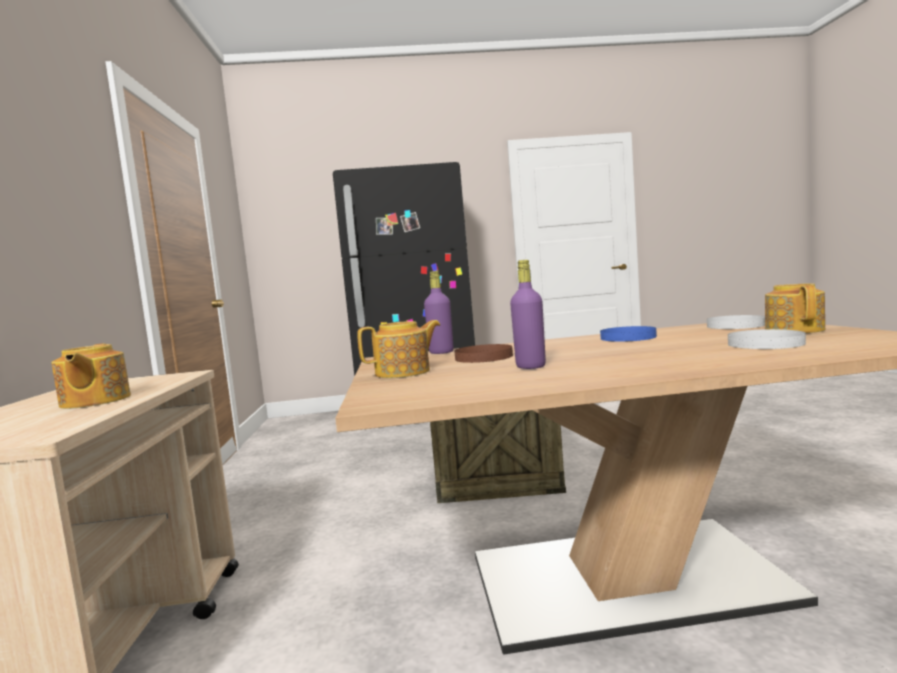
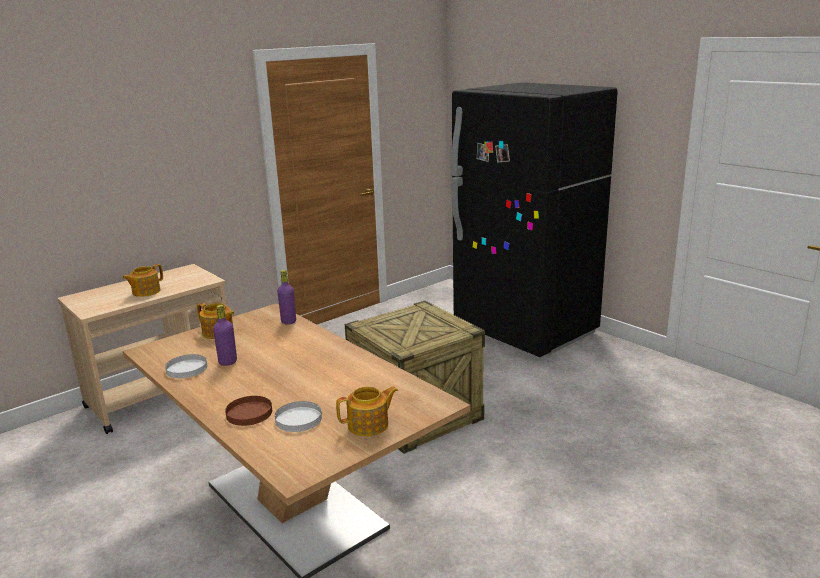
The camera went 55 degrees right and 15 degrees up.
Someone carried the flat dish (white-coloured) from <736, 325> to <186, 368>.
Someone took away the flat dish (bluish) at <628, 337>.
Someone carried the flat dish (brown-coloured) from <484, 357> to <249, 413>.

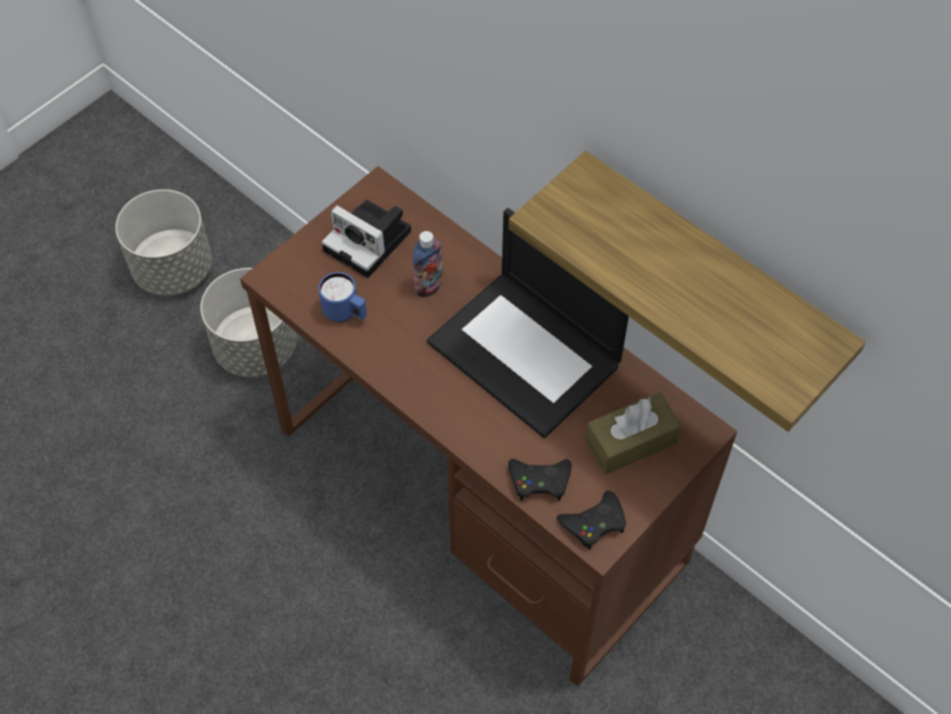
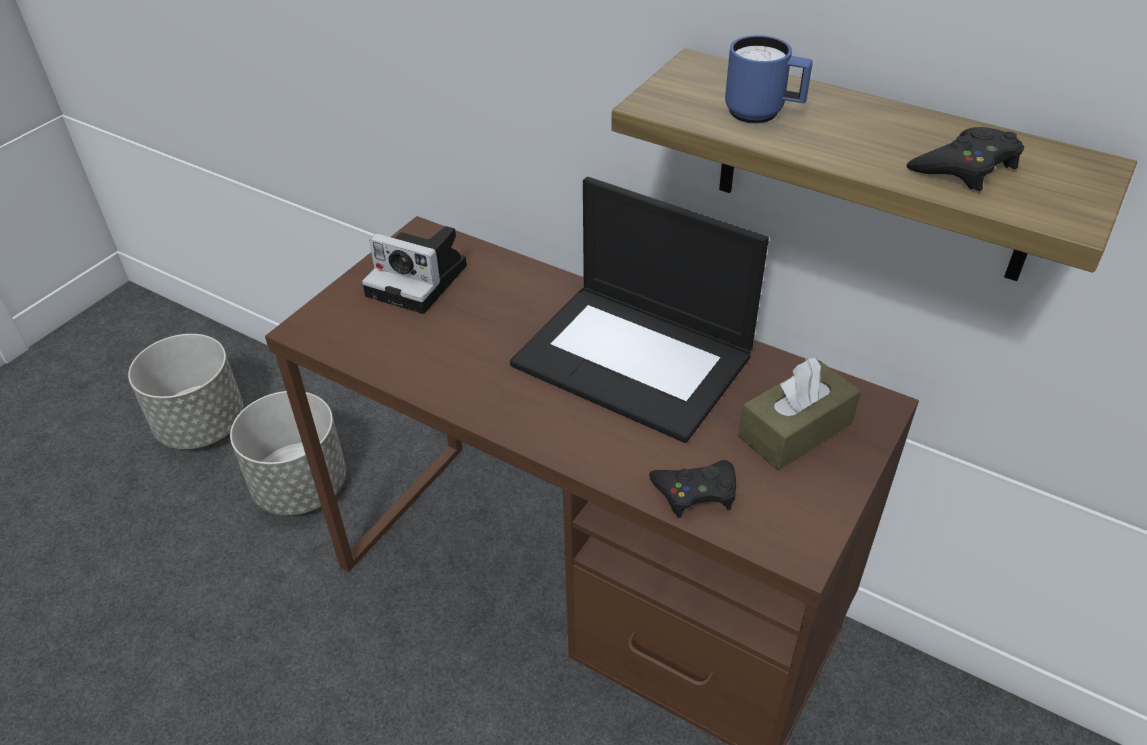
The camera went 10 degrees left and 15 degrees down.
Someone took away the beverage bottle at <428, 286>.
Someone carried the coffee mug (bluish) from <345, 313> to <763, 114>.
Someone carried the game controller (blackish) from <594, 523> to <965, 167>.

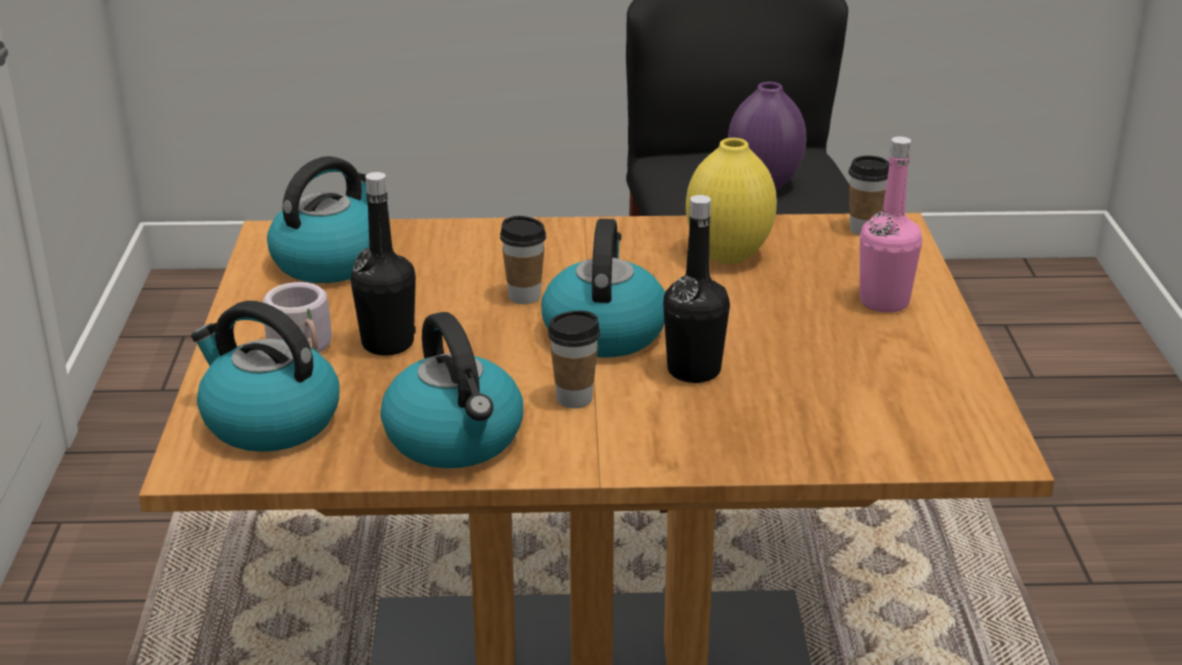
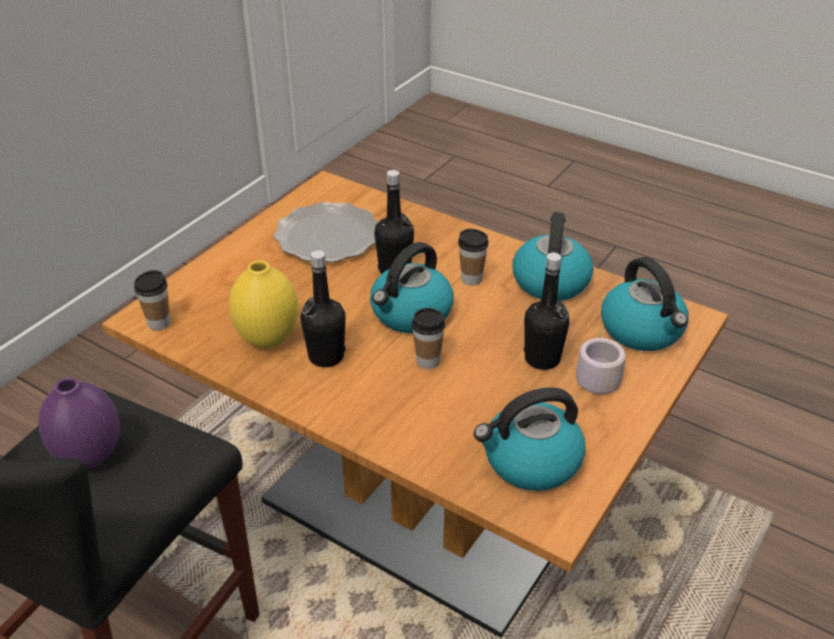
The camera went 145 degrees left and 10 degrees up.
Someone took away the beverage bottle (pinkish) at <884, 302>.
Someone put down the flat dish at <328, 237>.
Someone put down the beverage bottle (blackish) at <326, 356>.

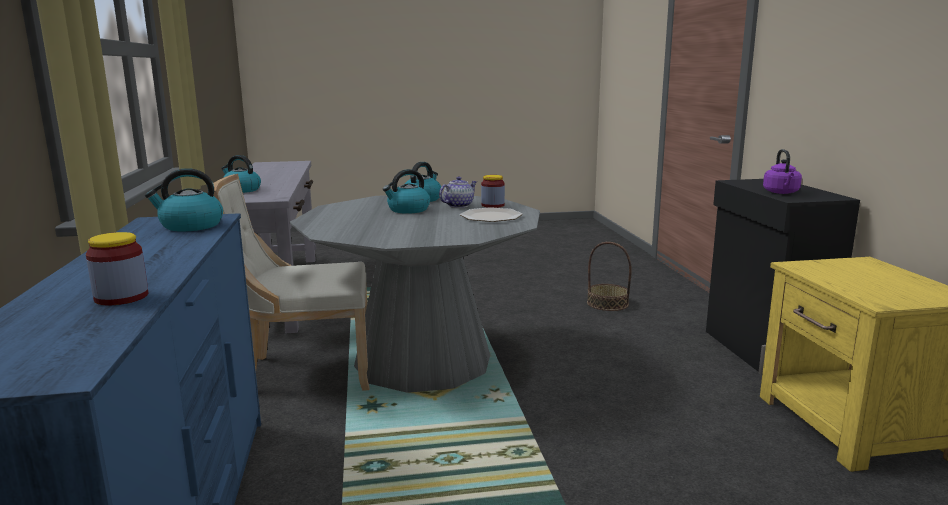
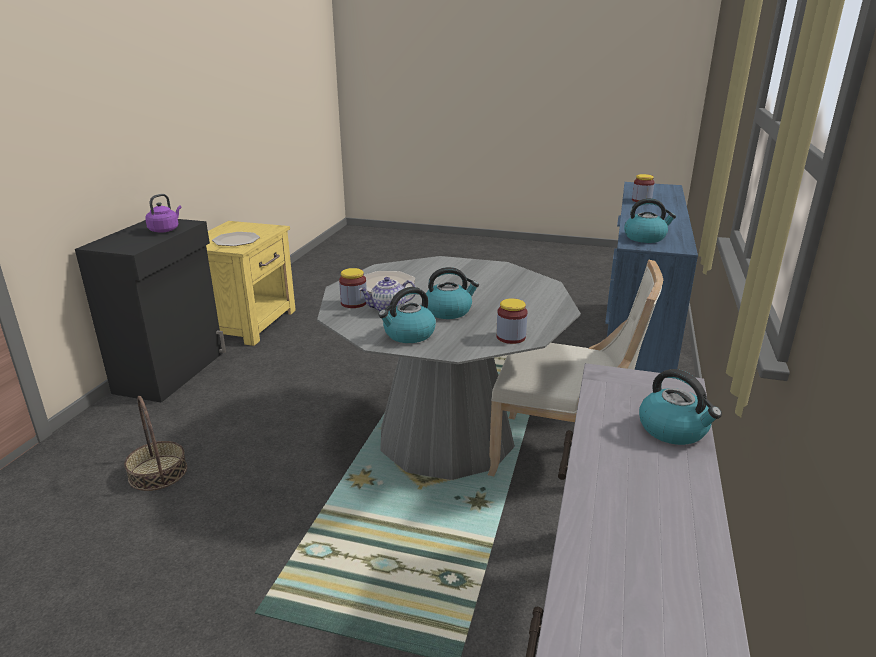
The camera went 155 degrees left and 10 degrees up.
Someone put down the flat dish at <236, 240>.
Someone put down the jar at <511, 337>.

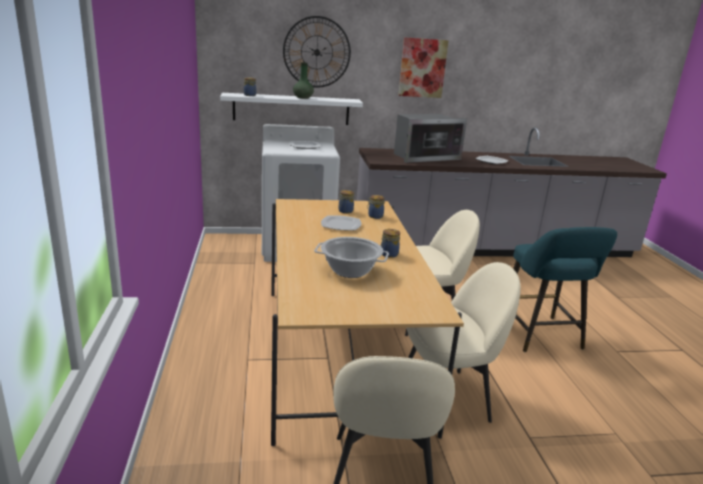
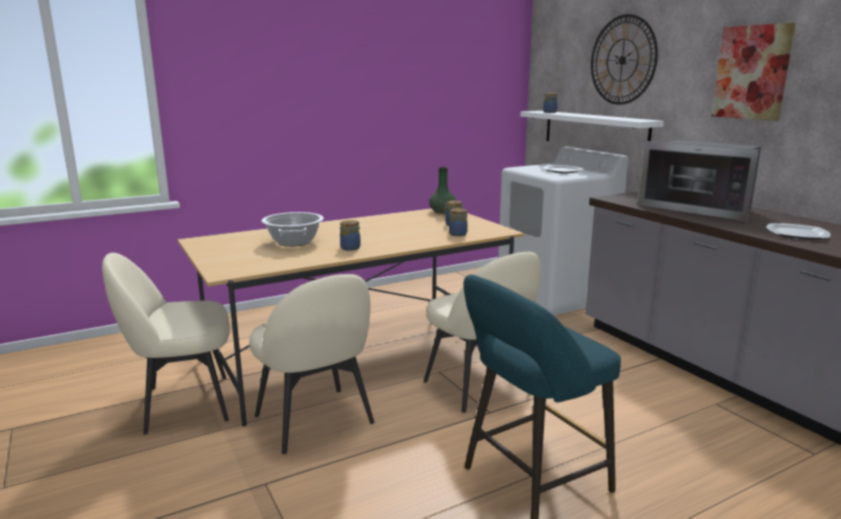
The camera went 70 degrees right and 5 degrees down.
Someone carried the decorative vase (greenish) from <303, 97> to <442, 212>.
Someone took away the flat dish at <340, 225>.

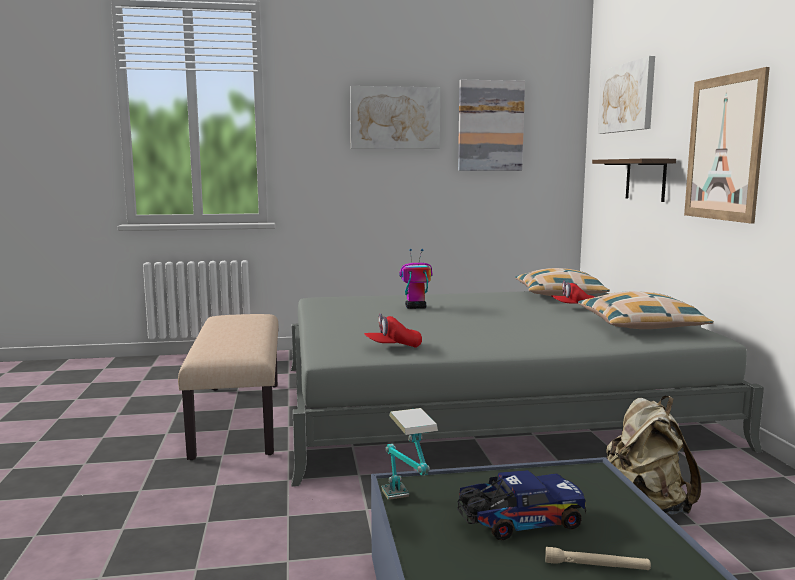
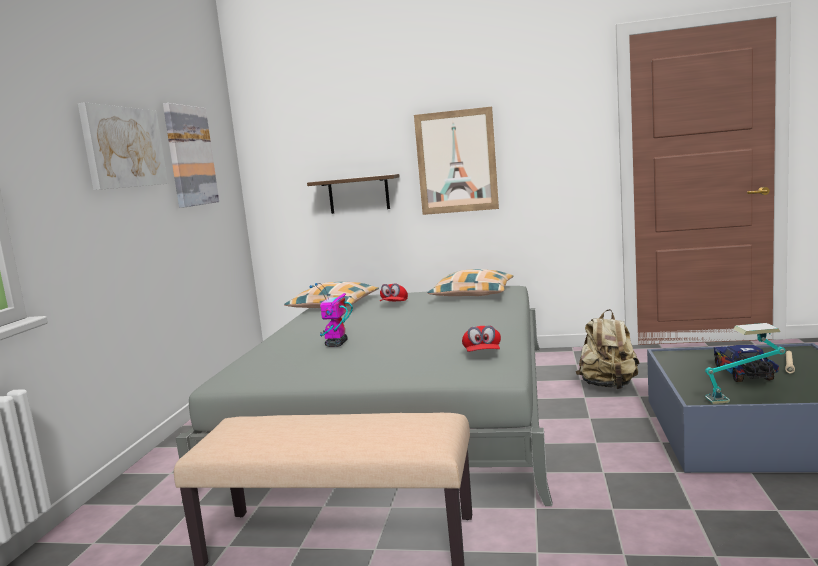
The camera went 70 degrees left and 0 degrees up.
Someone took away the picture at <627, 97>.

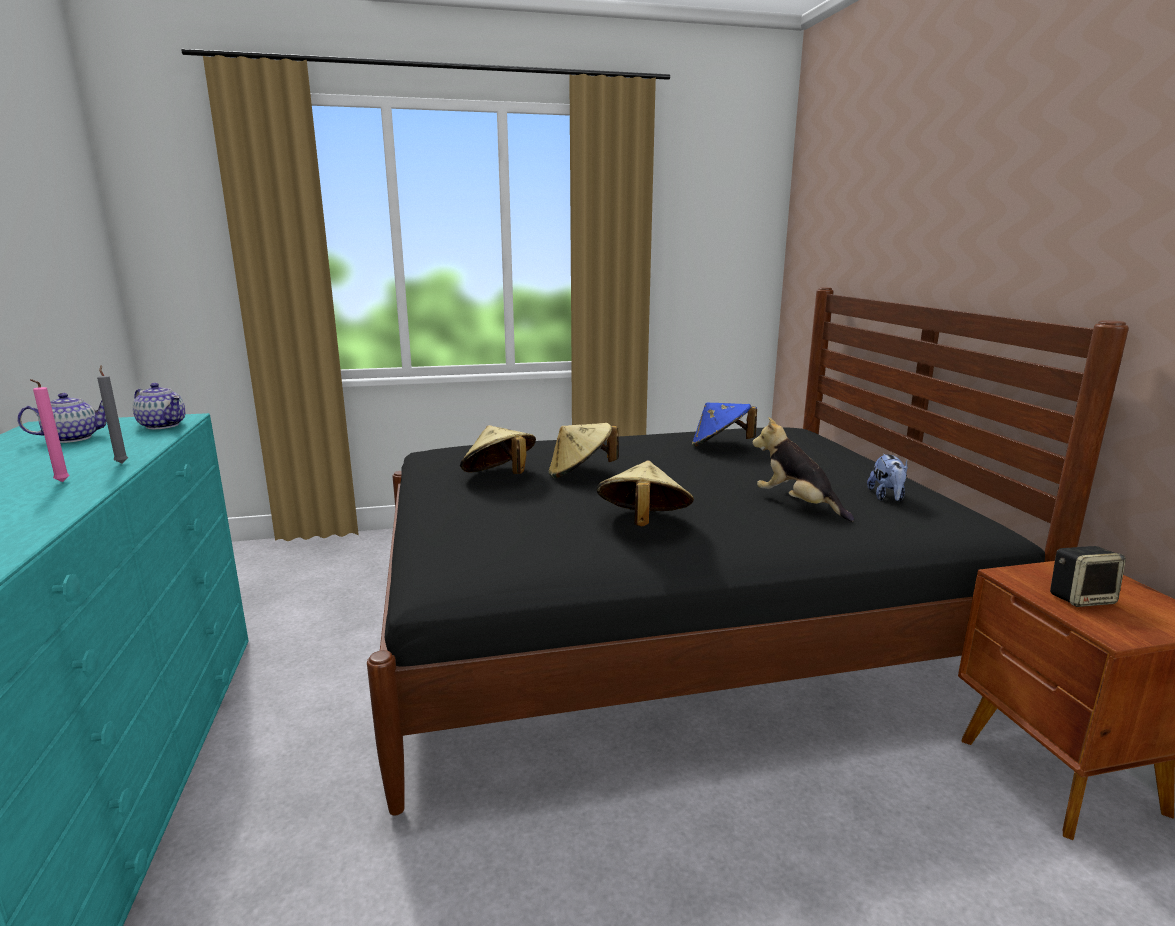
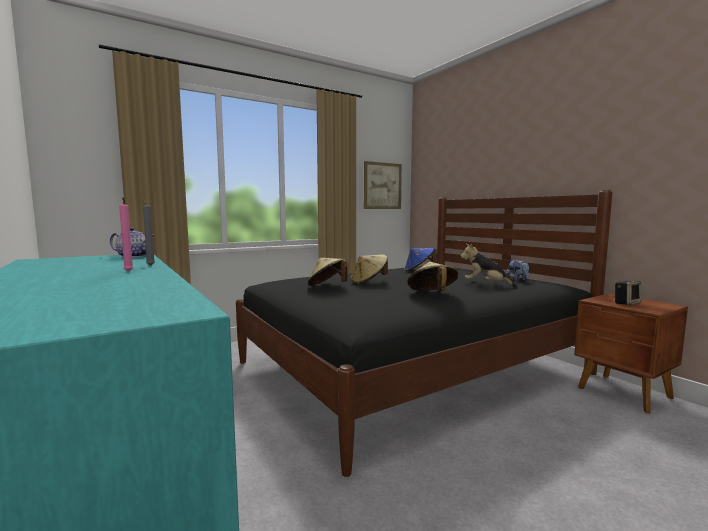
The camera went 20 degrees left and 10 degrees down.
Someone took away the pot for tea at <72, 438>.
Someone put up the picture at <382, 186>.

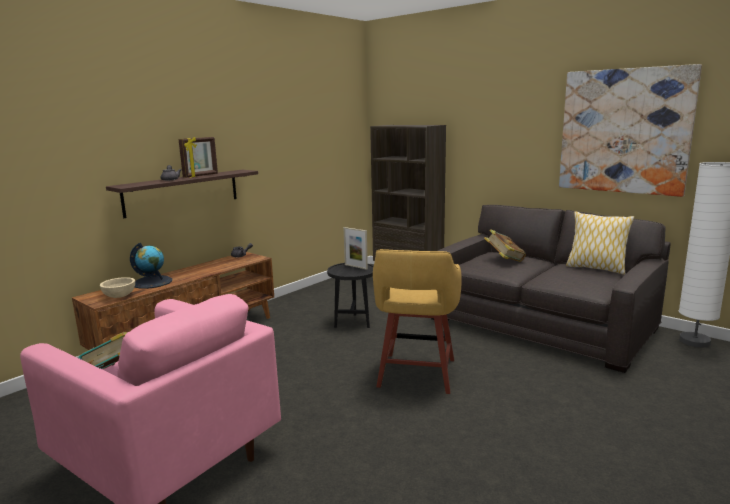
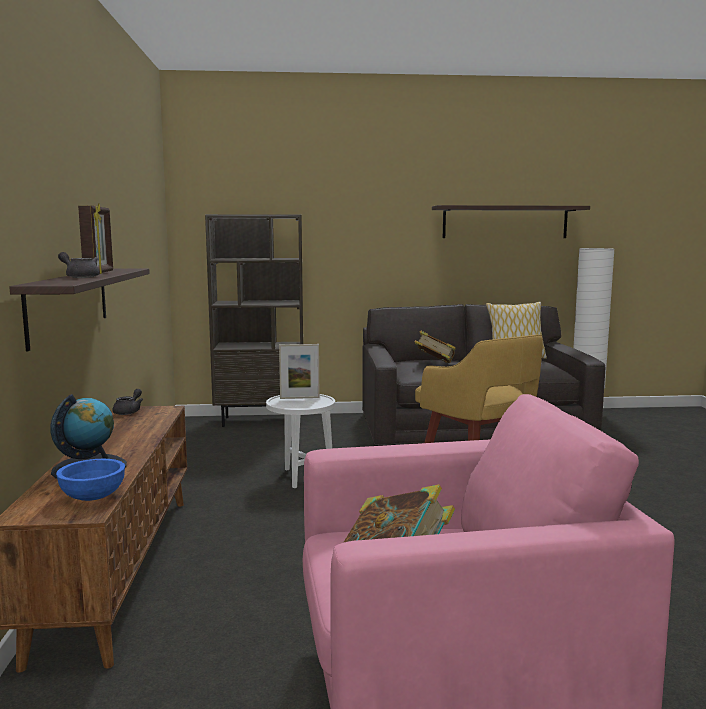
The camera went 45 degrees left and 5 degrees down.
Someone swapped the picture at <624, 131> for the wall shelf at <505, 222>.
Someone repainted the accent table (blackish) at <353, 321>, which became the accent table (white-coloured) at <301, 476>.
Someone repainted the deep dish (sand-coloured) at <119, 296>, which became the deep dish (bluish) at <92, 497>.

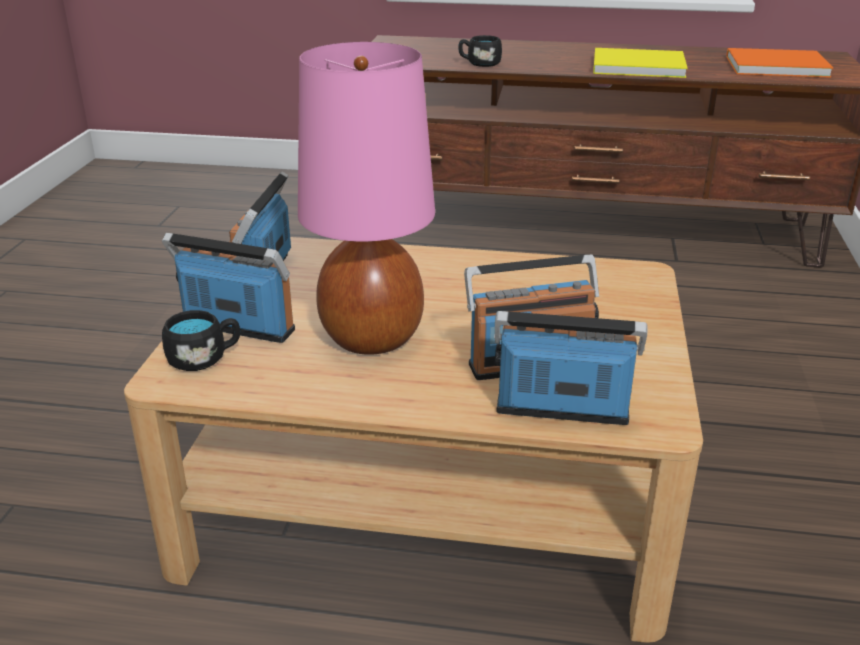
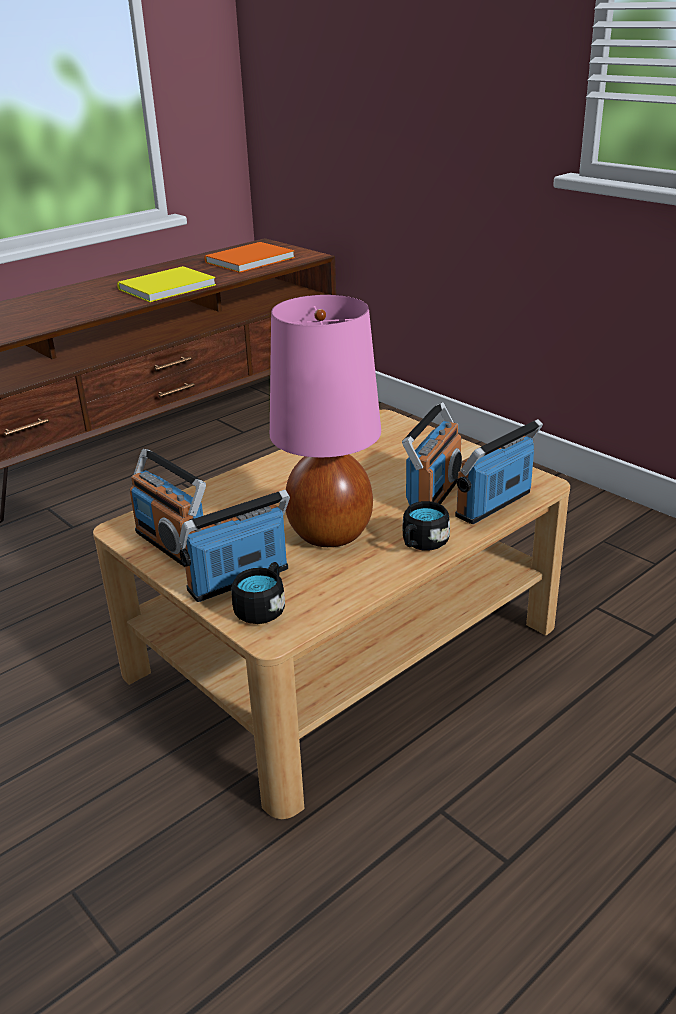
The camera went 50 degrees left and 0 degrees up.
Someone carried the coffee mug (blackish) from <479, 63> to <422, 544>.

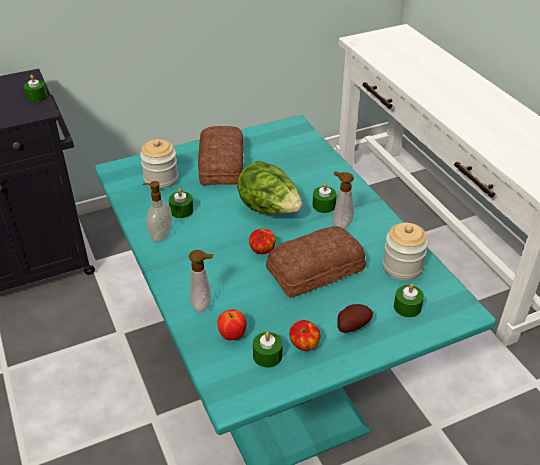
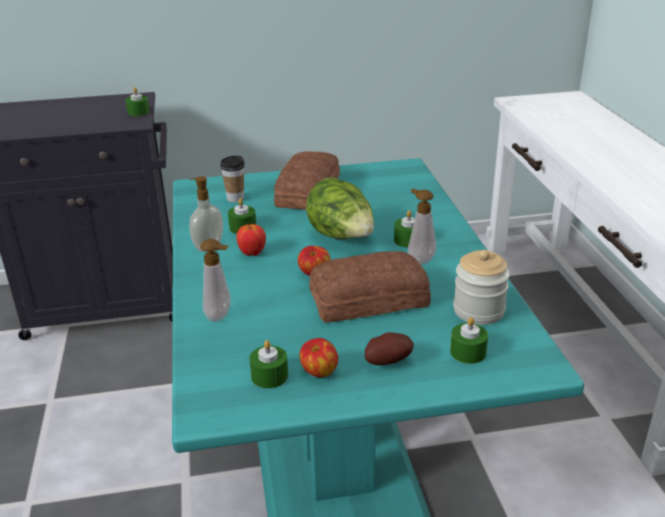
The camera went 15 degrees right and 10 degrees down.
Someone swapped the jar at <161, 179> for the drinking cup at <235, 198>.
Someone carried the apple fruit from <232, 335> to <252, 253>.

